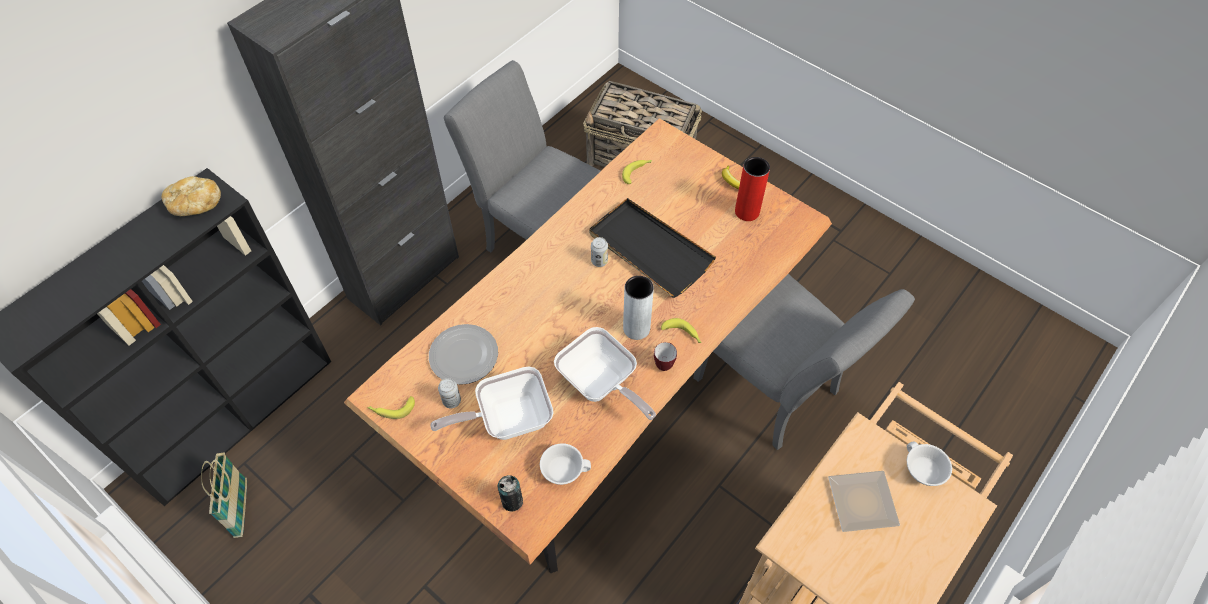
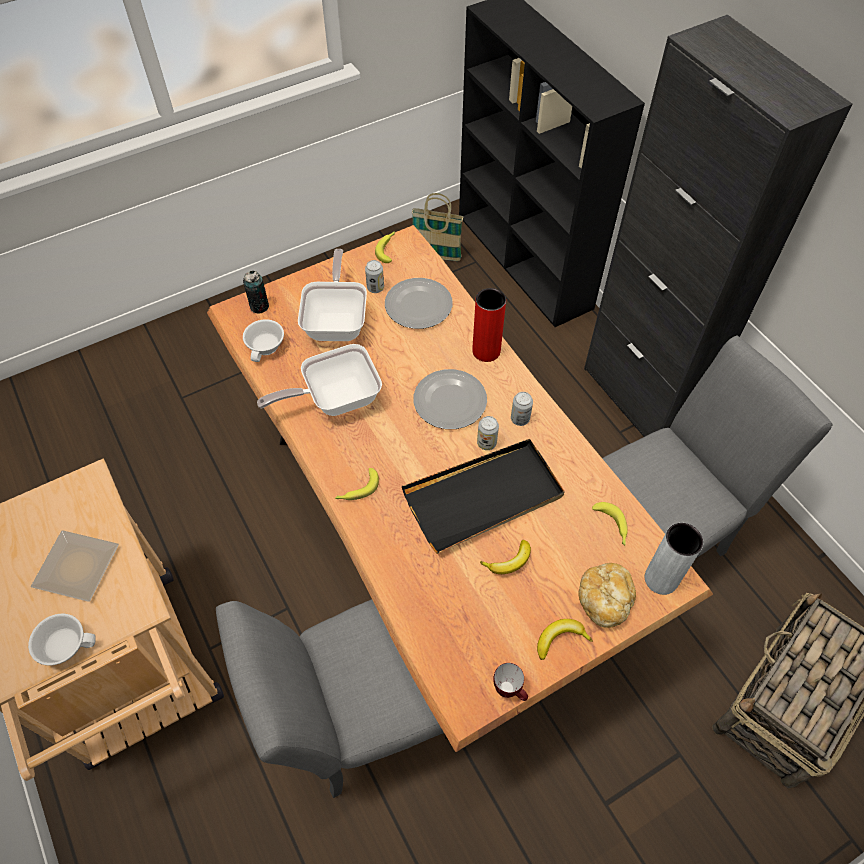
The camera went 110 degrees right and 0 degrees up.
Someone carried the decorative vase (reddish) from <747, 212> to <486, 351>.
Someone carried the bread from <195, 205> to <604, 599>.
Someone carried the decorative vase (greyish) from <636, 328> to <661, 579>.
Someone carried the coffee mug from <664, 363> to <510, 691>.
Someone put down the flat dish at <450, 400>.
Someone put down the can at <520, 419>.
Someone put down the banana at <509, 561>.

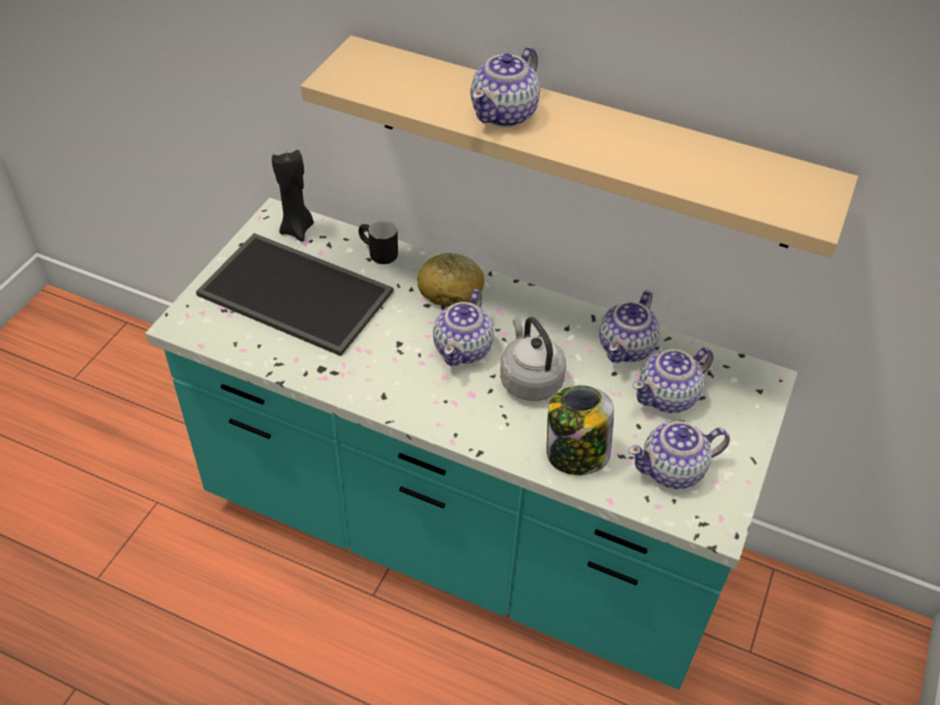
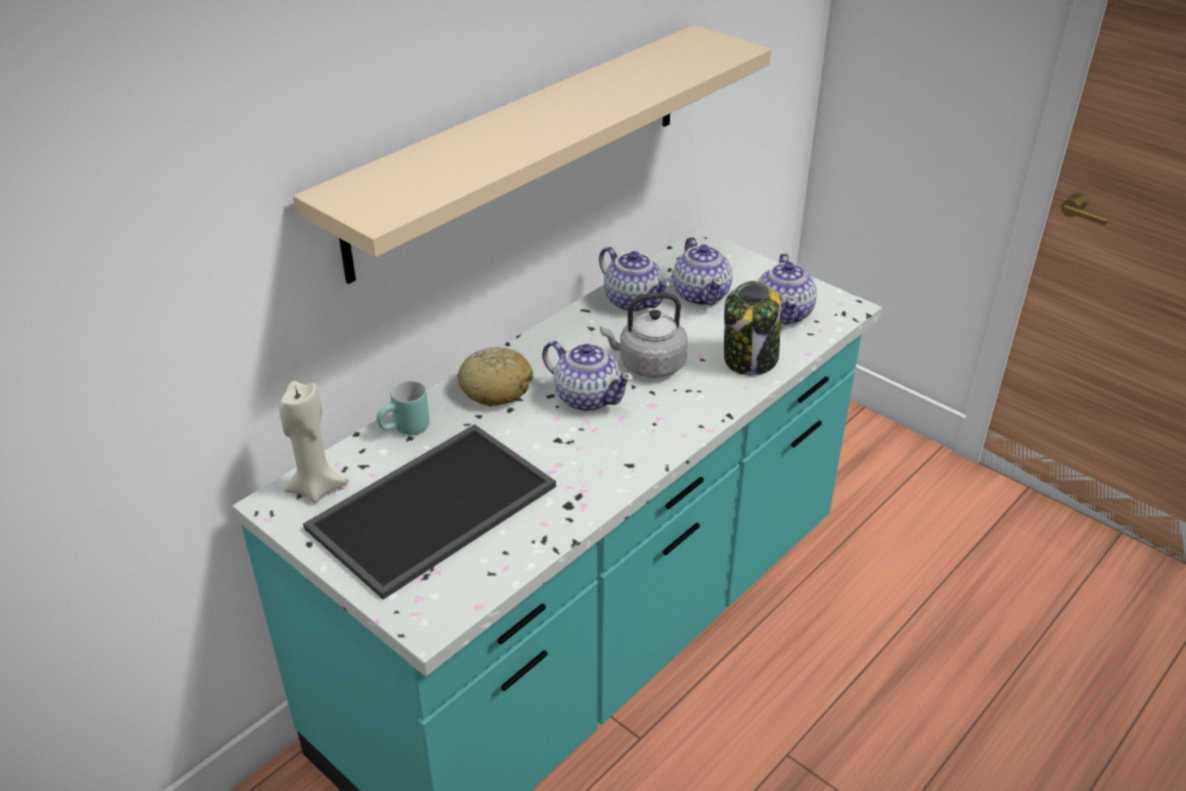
The camera went 70 degrees left and 10 degrees down.
Someone took away the pot for tea at <505, 113>.
Someone repainted the wax candle (blackish) at <297, 229>, which became the wax candle (sand-coloured) at <316, 488>.
Someone repainted the coffee mug (blackish) at <377, 254>, which became the coffee mug (turquoise) at <406, 430>.

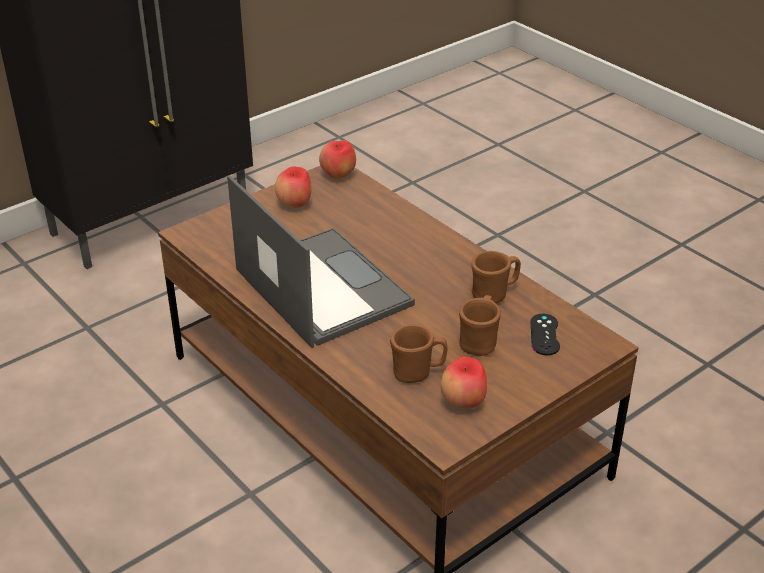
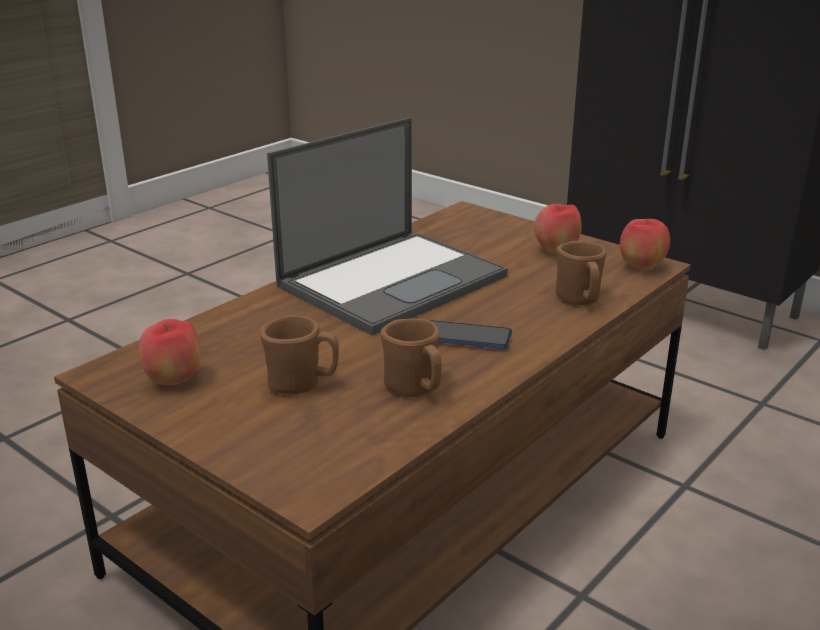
The camera went 80 degrees right and 10 degrees down.
Someone took away the game controller (blackish) at <544, 334>.
Someone carried the coffee mug (brown-coloured) from <418, 372> to <580, 301>.
Someone put down the phone at <465, 337>.

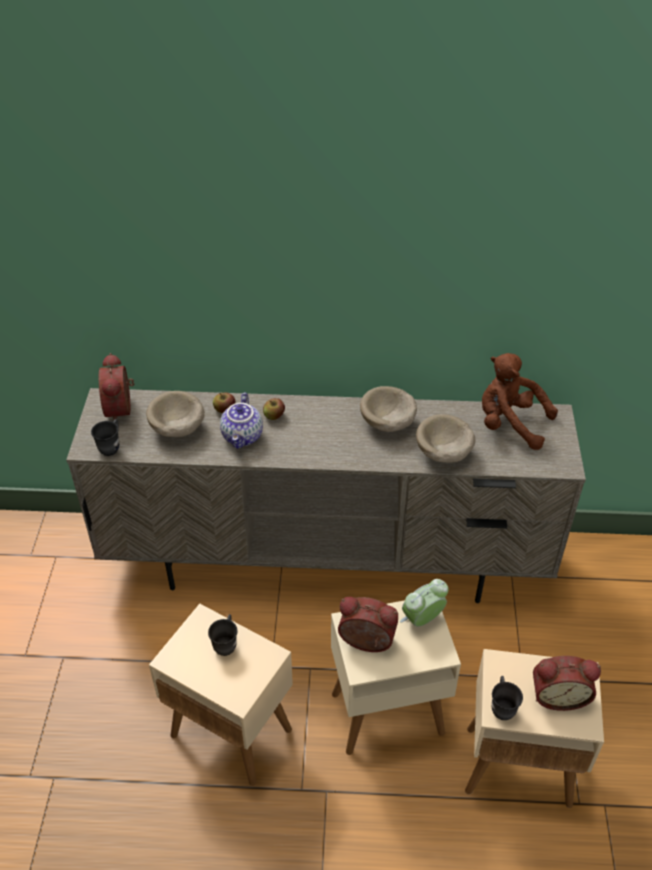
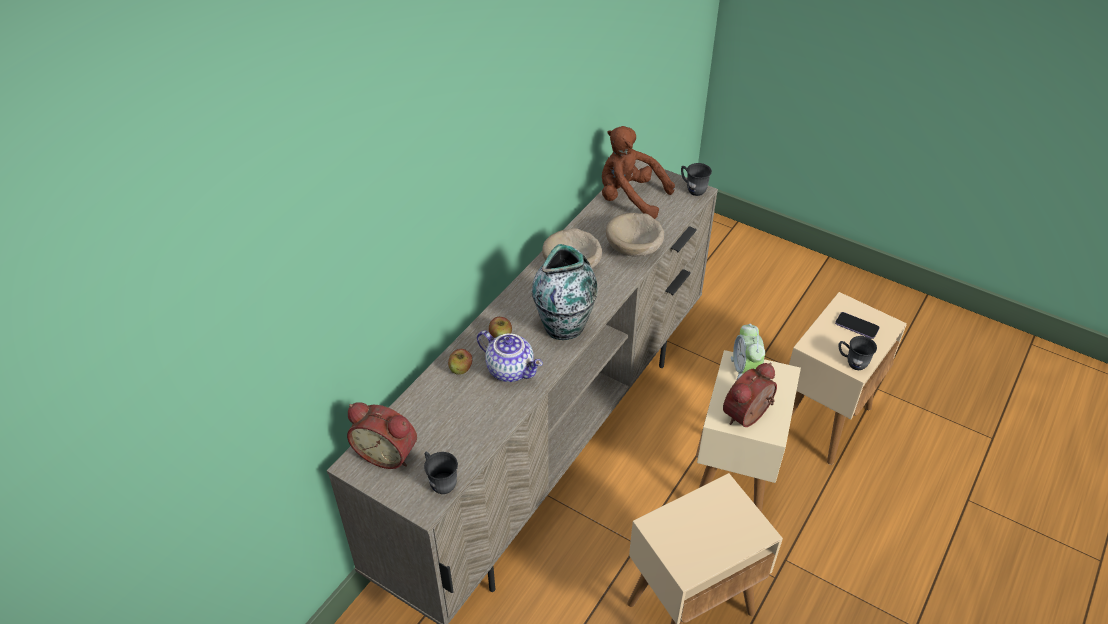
The camera went 60 degrees left and 0 degrees up.
Someone rotated the cuddly toy (brown-coloured) at <509, 424> by 60 degrees clockwise.
Someone took away the deep dish (sand-coloured) at <177, 429>.
Someone carried the coffee mug (greyish) from <226, 643> to <692, 189>.
Someone swapped the bedside clock at <558, 694> for the phone at <856, 326>.
Someone put down the decorative vase at <564, 325>.

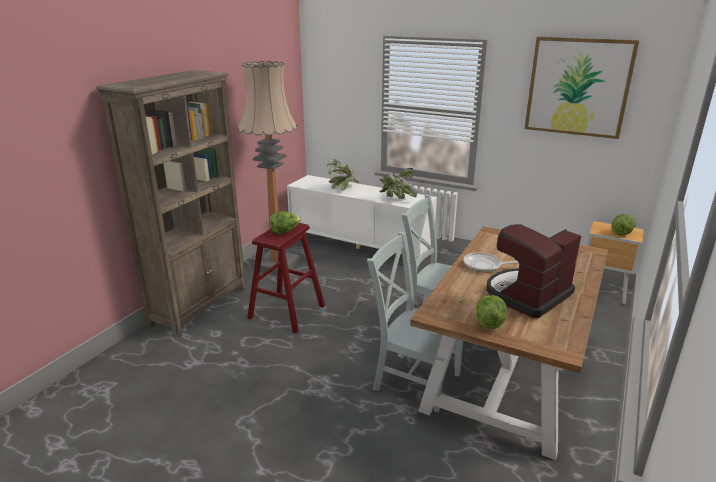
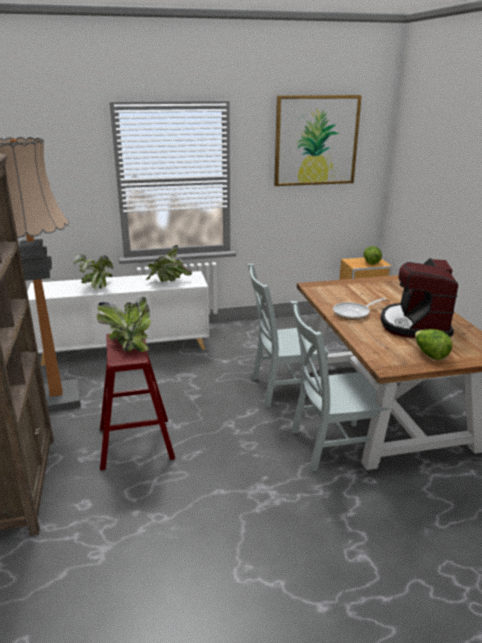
The camera went 40 degrees left and 0 degrees up.
Someone swapped the lettuce at <285, 231> for the houseplant at <130, 345>.

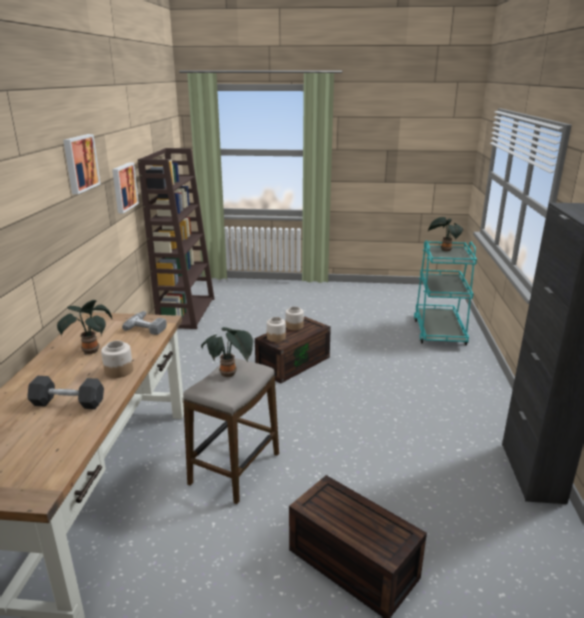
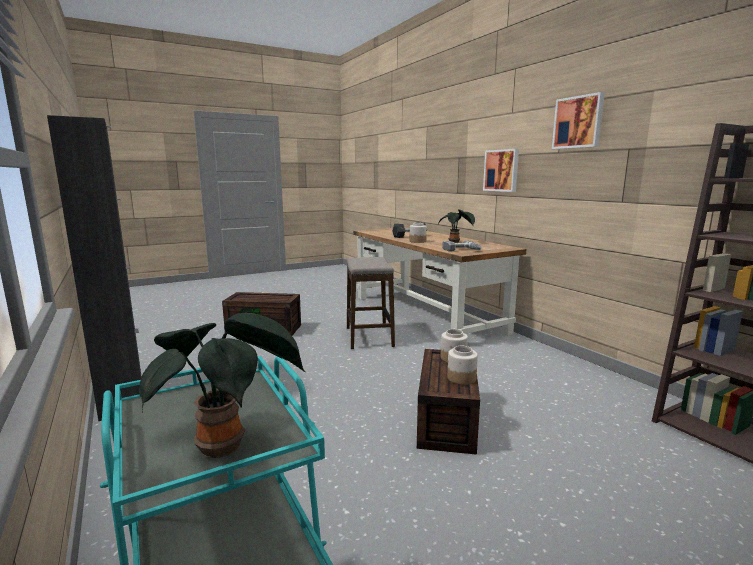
The camera went 145 degrees right and 10 degrees down.
Someone carried the picture from <123, 187> to <502, 170>.
Someone took away the houseplant at <229, 375>.

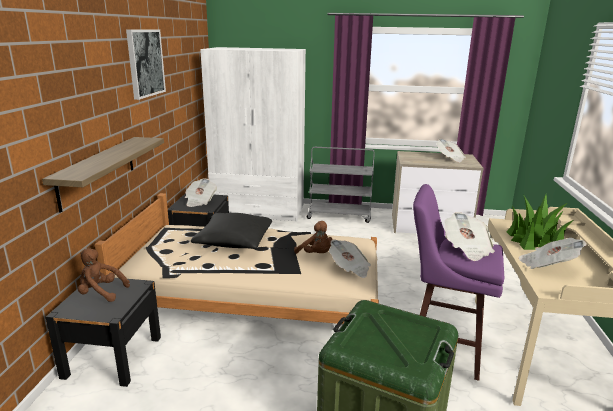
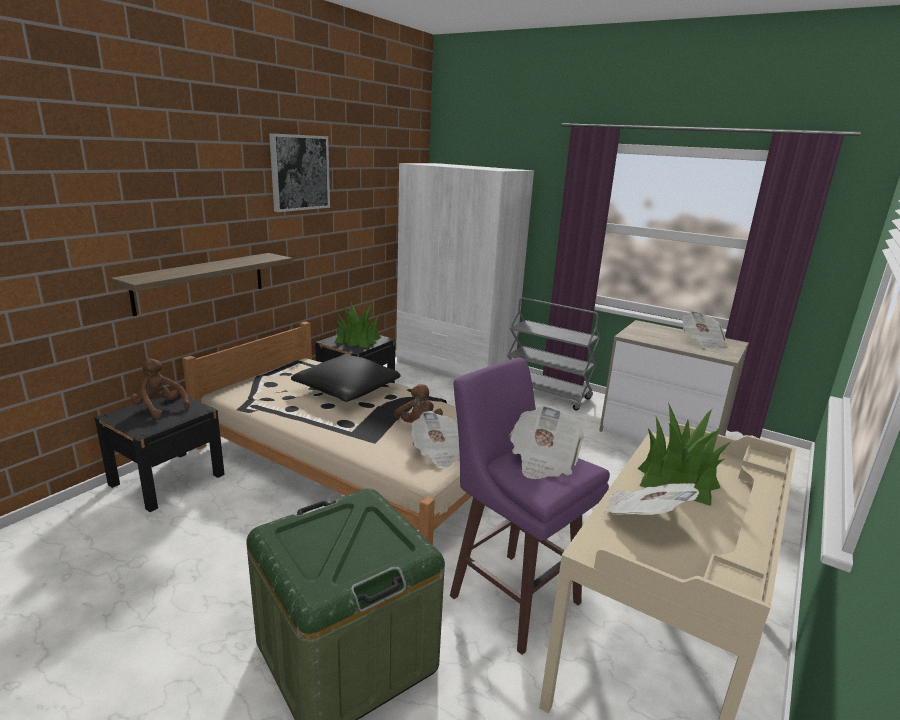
The camera went 25 degrees right and 0 degrees up.
Someone swapped the printed paper at <200, 201> for the houseplant at <358, 340>.

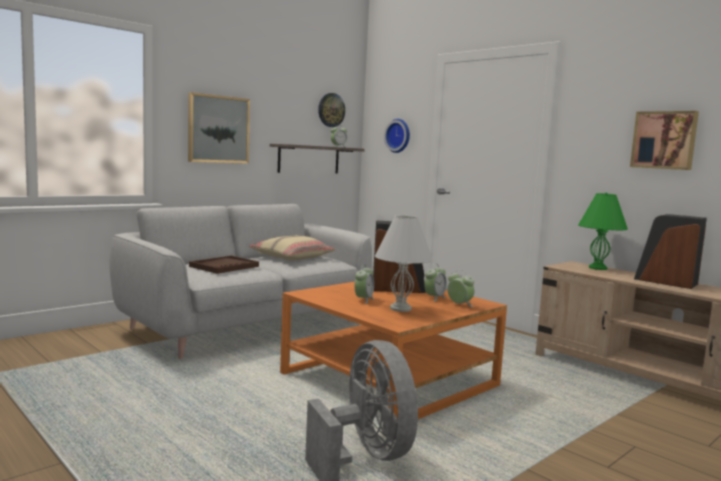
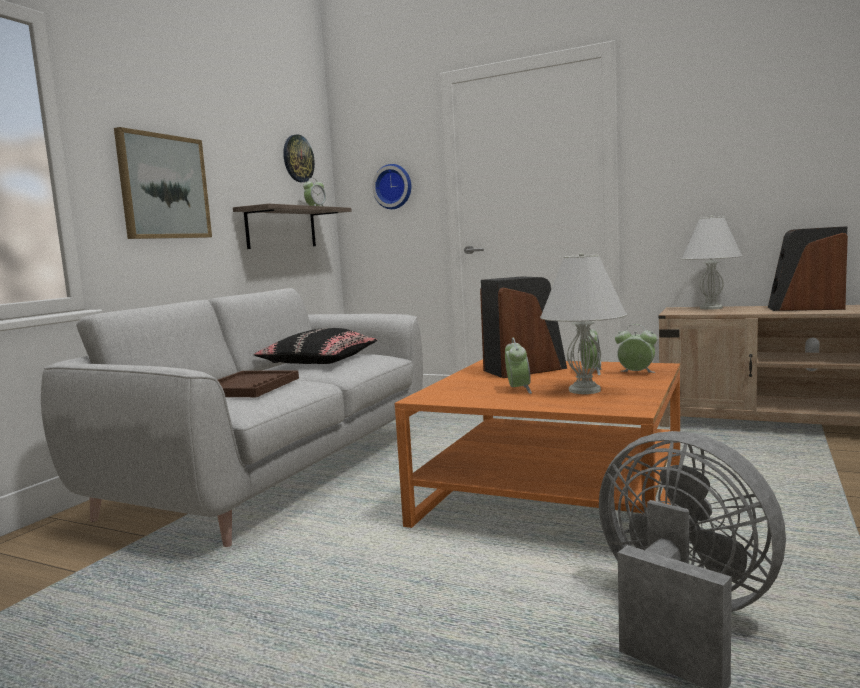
The camera went 20 degrees left and 0 degrees up.
Someone took away the picture at <664, 140>.
Someone repainted the table lamp (greenish) at <598, 268>, which became the table lamp (white-coloured) at <711, 308>.
Someone repainted the throw pillow (sand-coloured) at <292, 257>, which became the throw pillow (blackish) at <319, 361>.

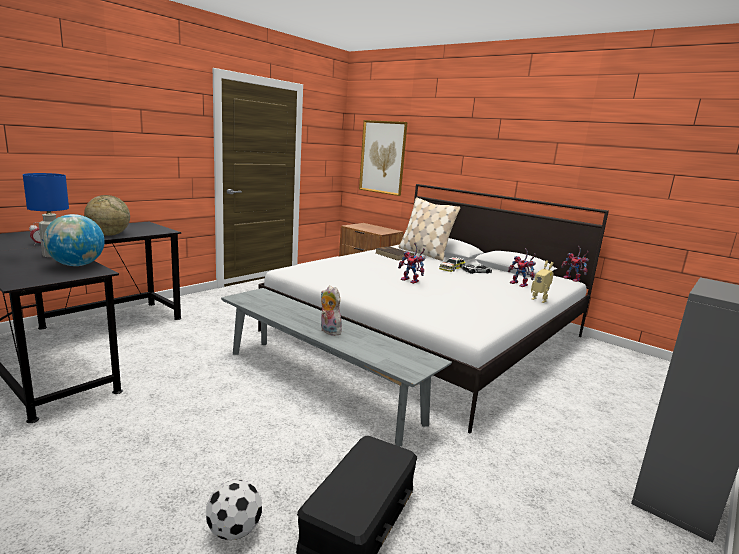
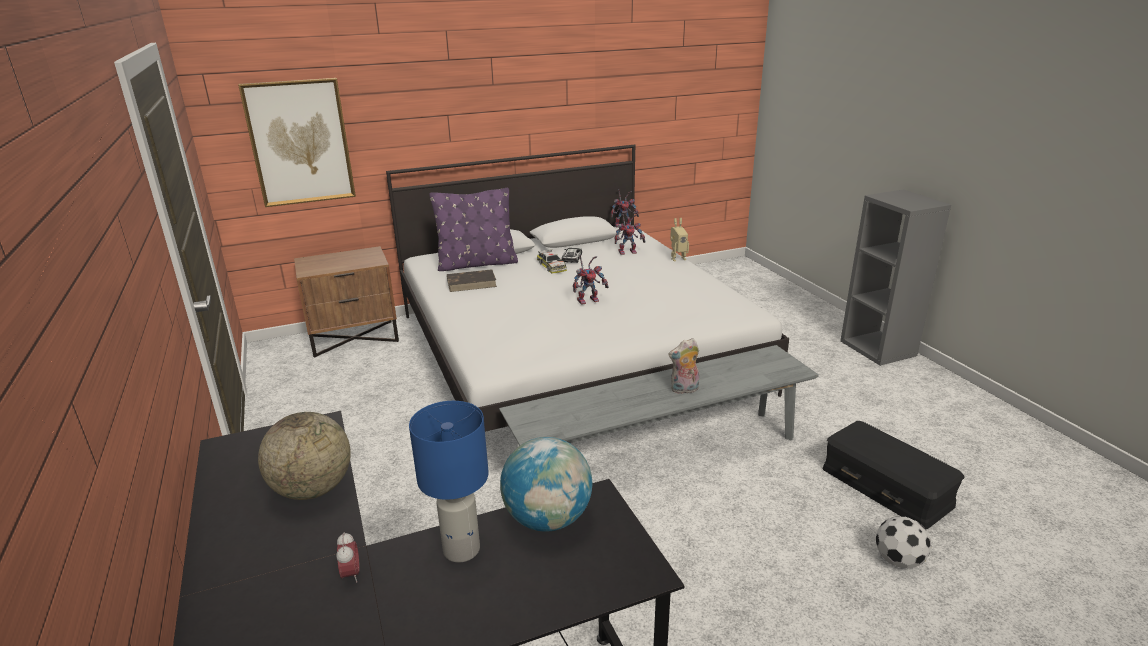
The camera went 60 degrees left and 10 degrees up.
Someone repainted the throw pillow (sand-coloured) at <424, 253>, which became the throw pillow (purple-coloured) at <477, 264>.

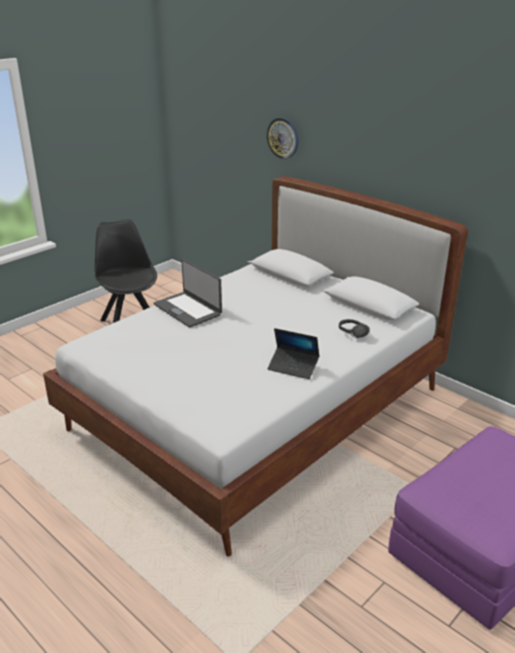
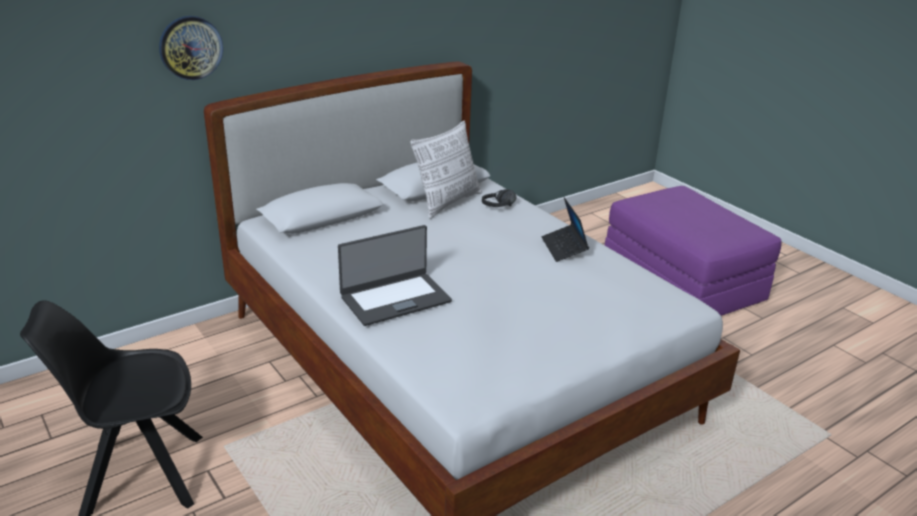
The camera went 80 degrees left and 0 degrees up.
Someone rotated the notebook computer at <293, 367> by 135 degrees clockwise.
Someone put down the throw pillow at <447, 202>.

